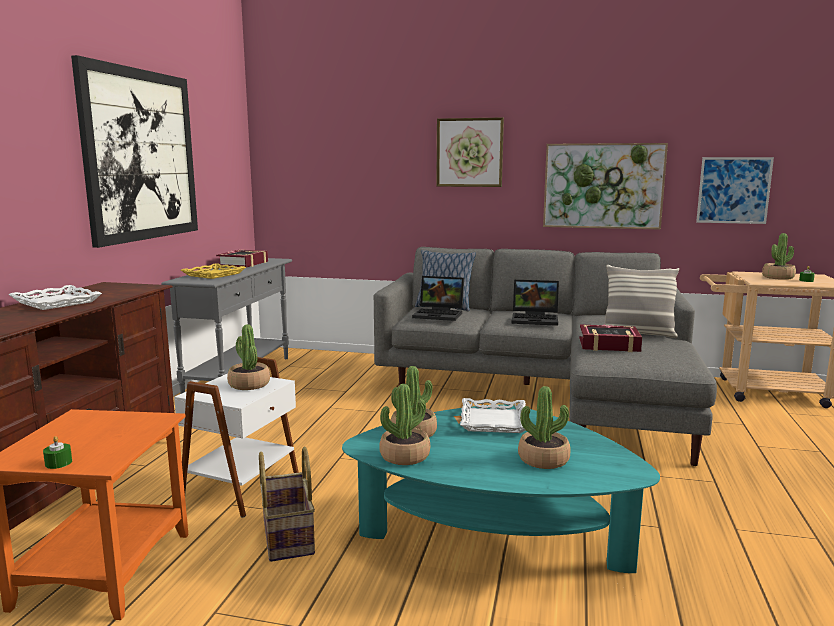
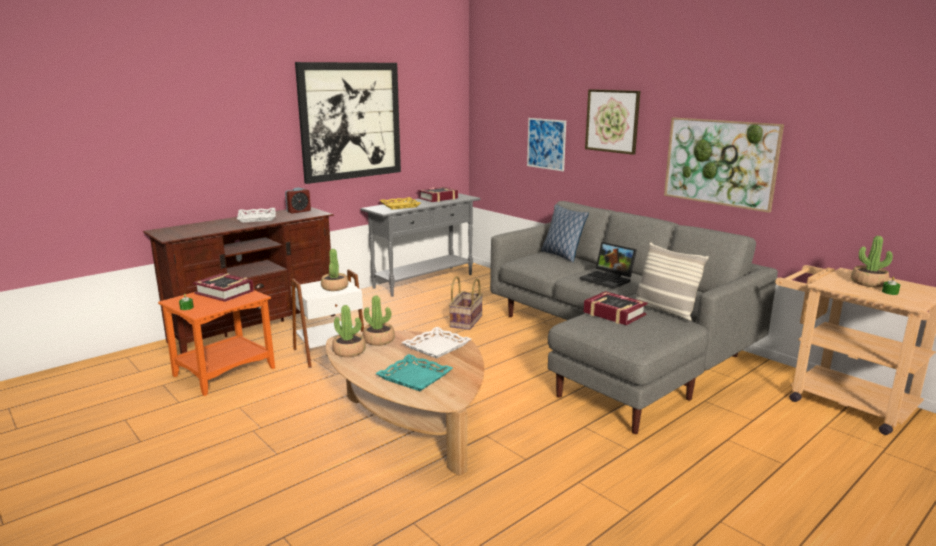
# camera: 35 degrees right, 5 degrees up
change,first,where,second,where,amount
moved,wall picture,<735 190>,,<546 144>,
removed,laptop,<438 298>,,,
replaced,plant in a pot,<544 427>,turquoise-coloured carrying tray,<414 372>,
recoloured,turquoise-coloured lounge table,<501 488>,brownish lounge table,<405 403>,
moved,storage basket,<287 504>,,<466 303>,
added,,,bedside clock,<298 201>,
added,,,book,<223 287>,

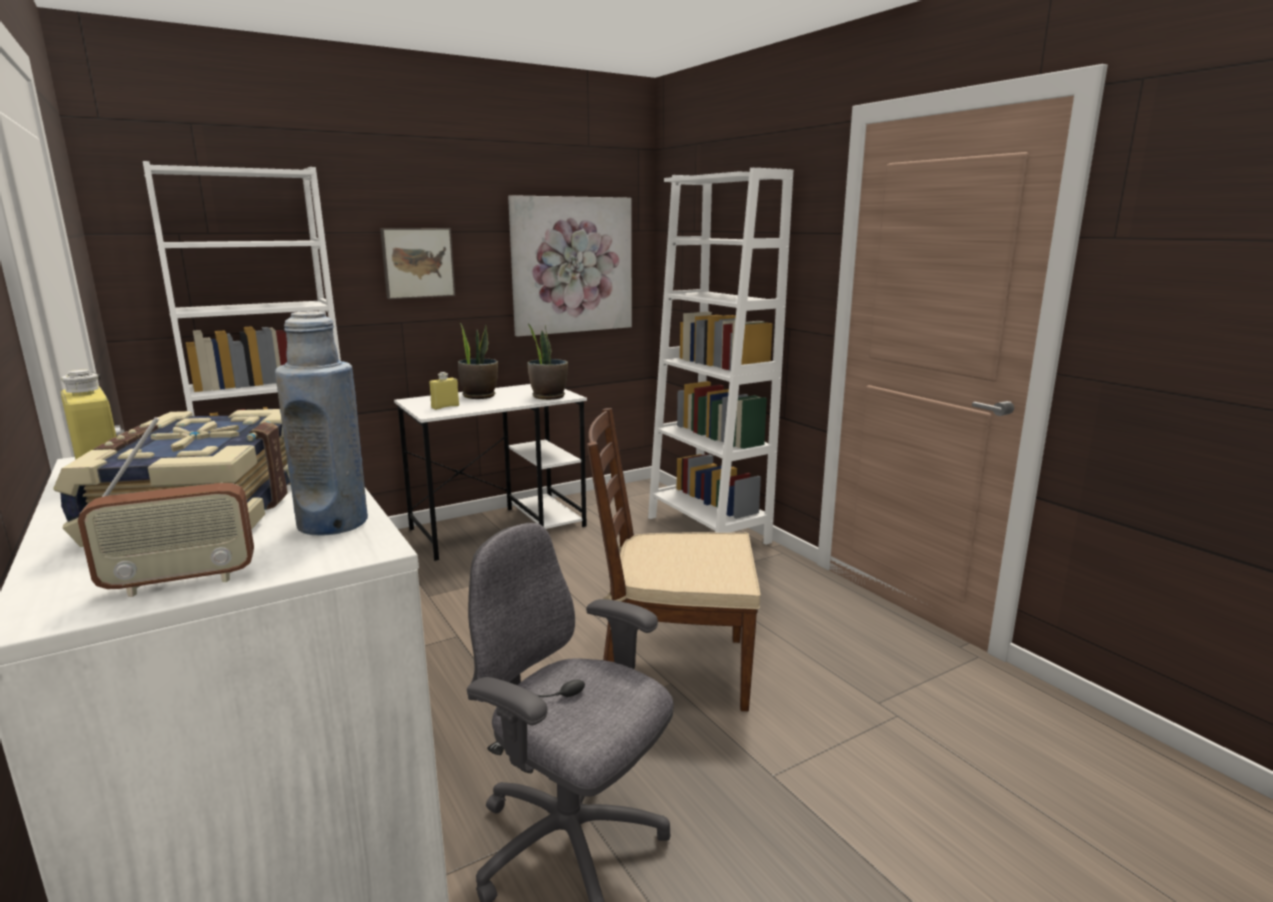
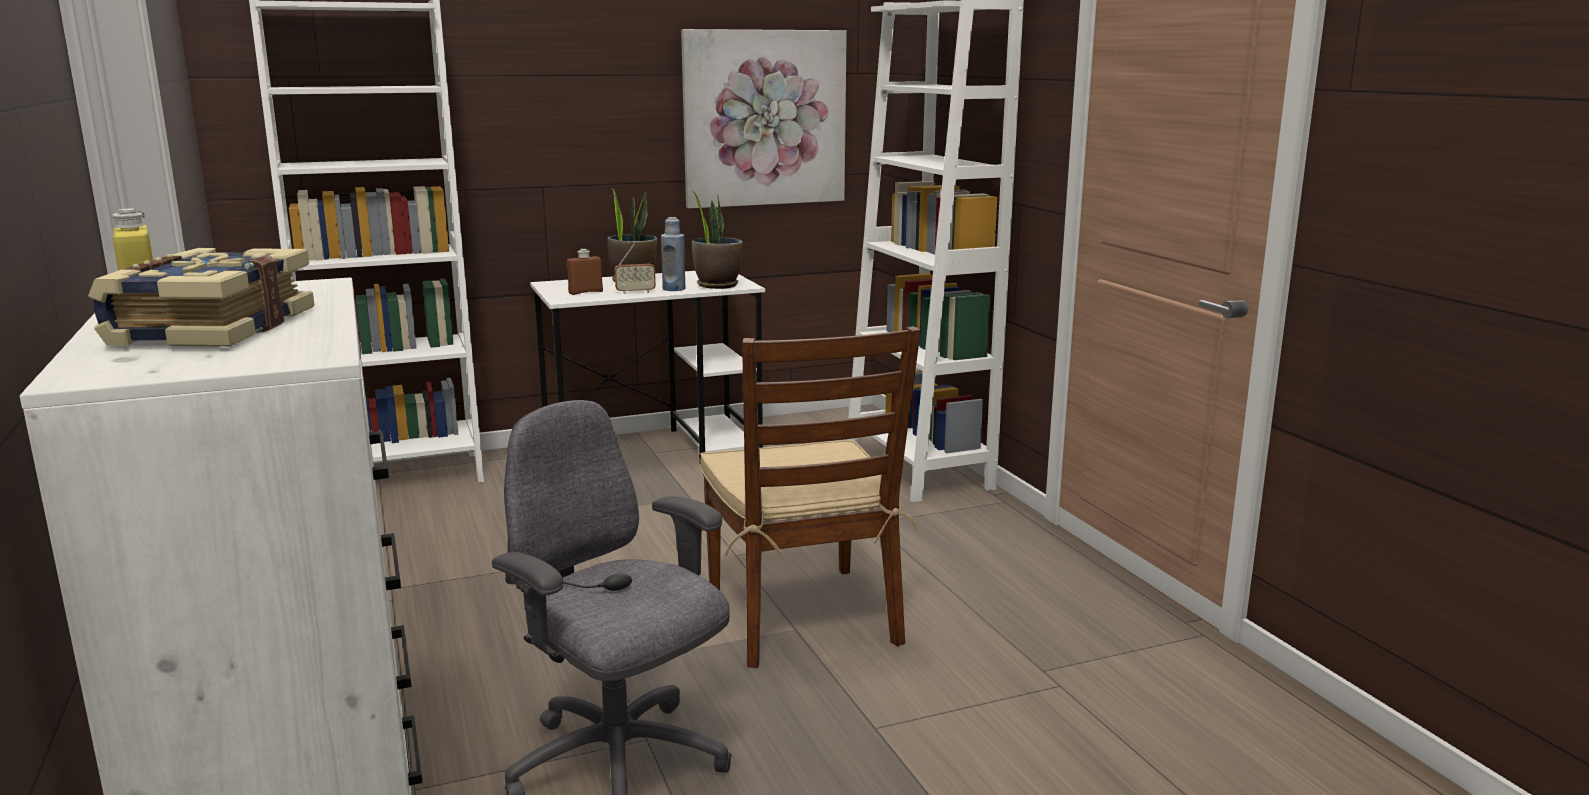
# camera: 10 degrees right, 0 degrees up
change,first,where,second,where,amount
removed,wall picture,<417 263>,,,
moved,blue beverage bottle,<321 423>,,<673 254>,
recoloured,yellowish beverage bottle,<444 391>,brownish beverage bottle,<585 272>,
turned,brownish plain chair,<674 559>,,<810 497>,120 degrees counterclockwise
moved,radio receiver,<166 507>,,<635 269>,

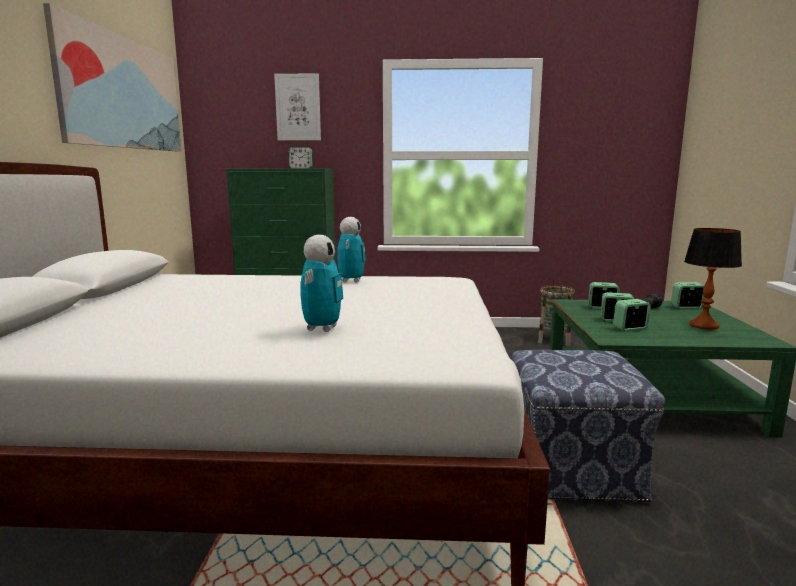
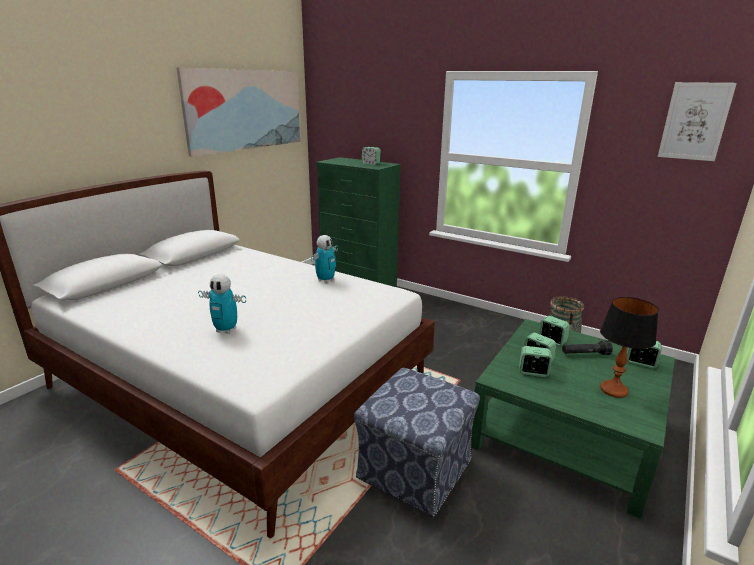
# camera: 30 degrees right, 10 degrees up
change,first,where,second,where,amount
moved,wall picture,<297 107>,,<697 121>,
turned,robot figure,<321 283>,,<222 304>,60 degrees clockwise

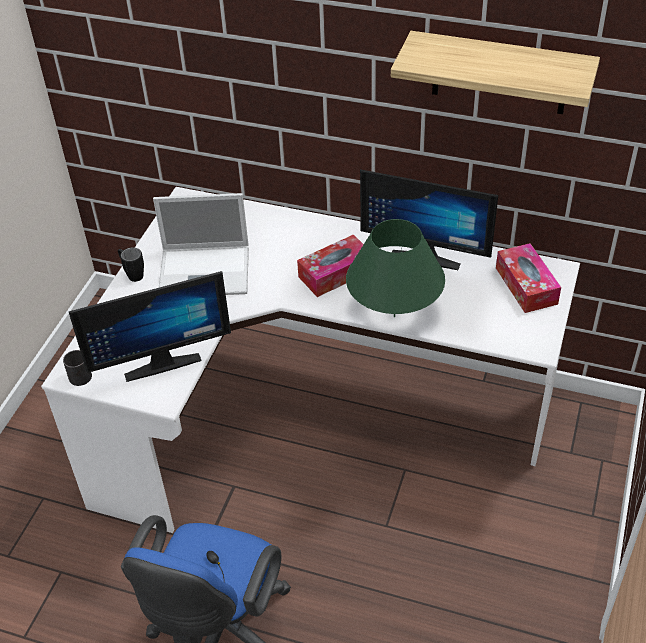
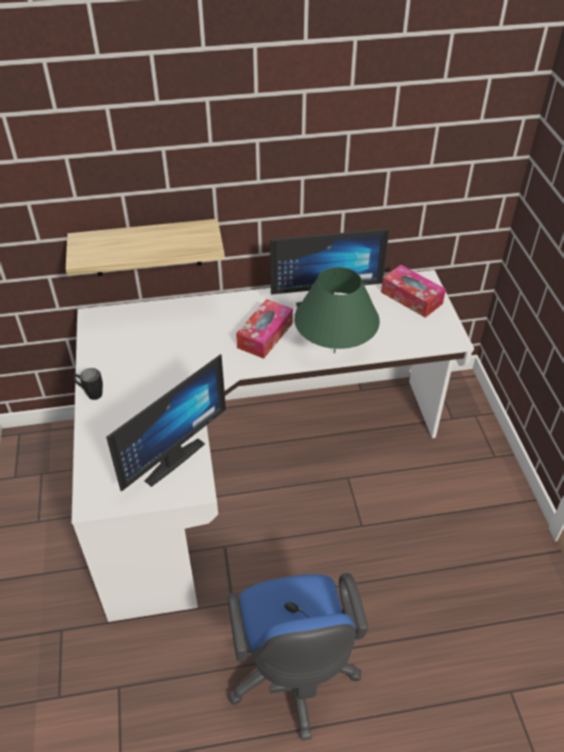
# camera: 30 degrees left, 0 degrees up
change,first,where,second,where,amount
moved,shelf,<495 72>,,<145 247>,
removed,laptop,<201 244>,,,
removed,black-coloured tea mug,<77 368>,,,

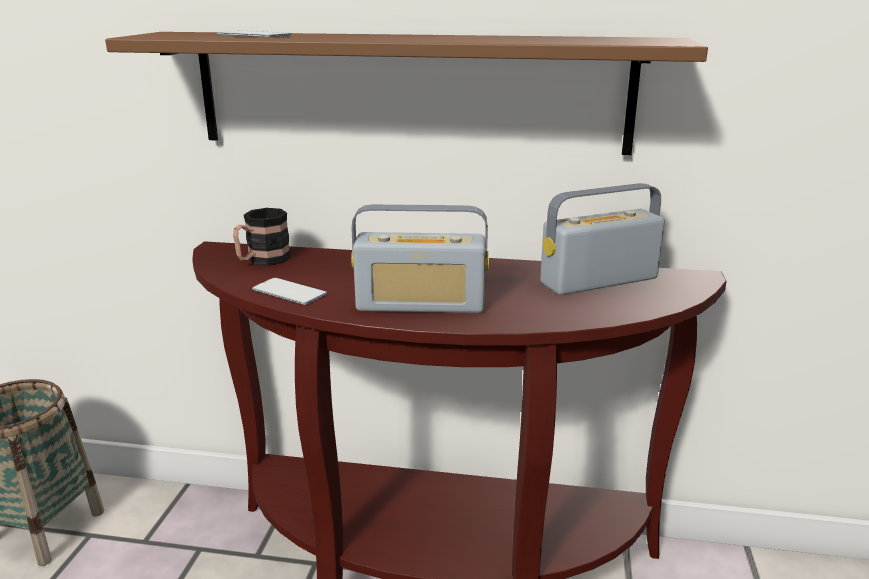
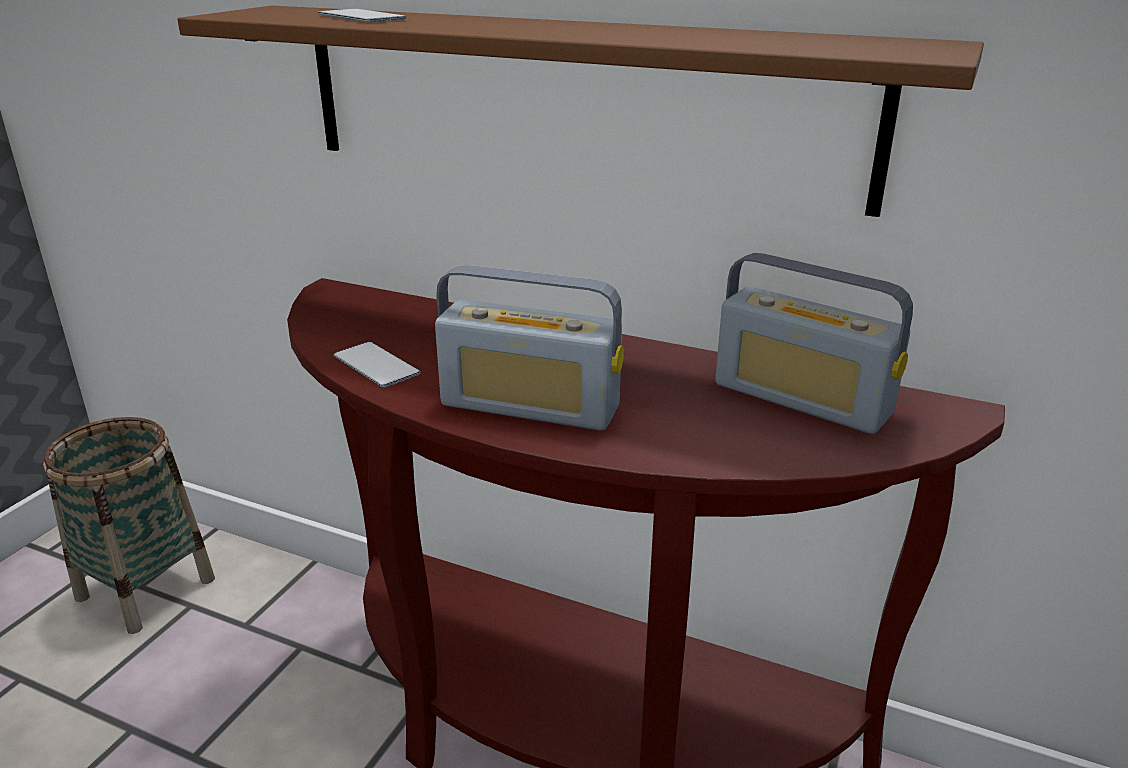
# camera: 15 degrees right, 5 degrees up
change,first,where,second,where,amount
turned,radio receiver,<602 239>,,<814 343>,135 degrees counterclockwise
removed,tea mug,<262 237>,,,

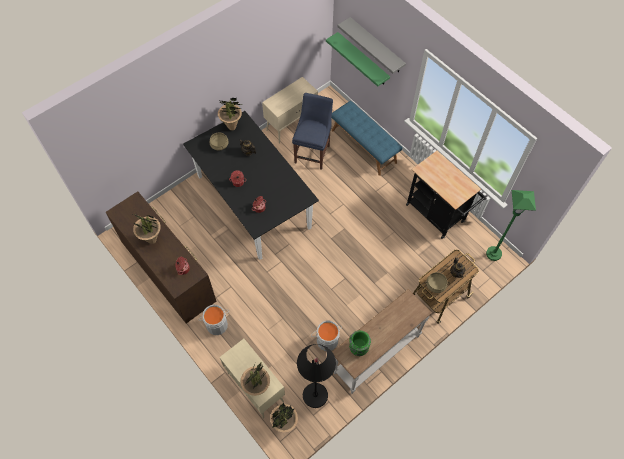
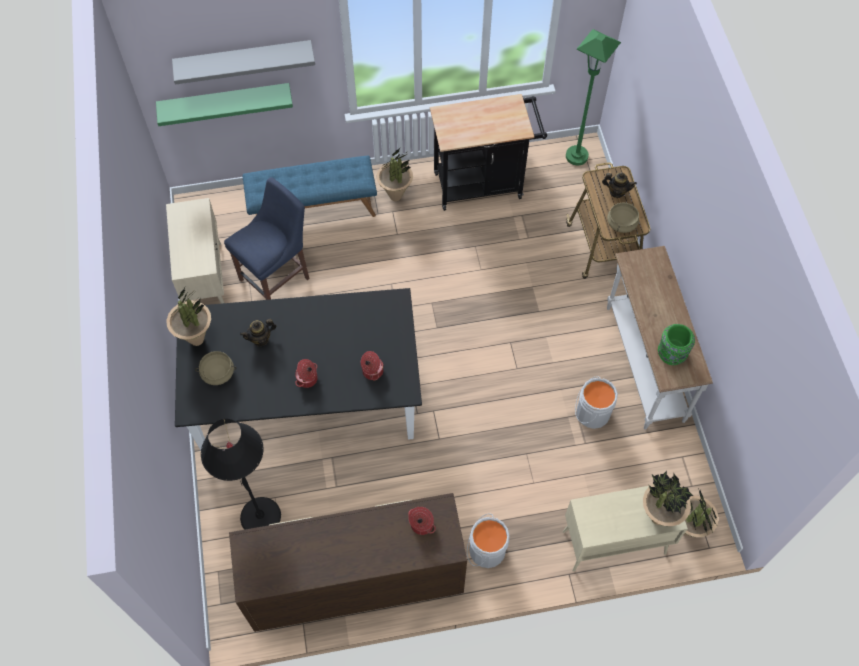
# camera: 60 degrees left, 0 degrees up
change,first,where,second,where,amount
turned,blue plain chair,<312 131>,,<266 238>,90 degrees clockwise
moved,plant in a pot,<147 229>,,<395 175>,
moved,black-coloured standard lamp,<316 376>,,<241 474>,

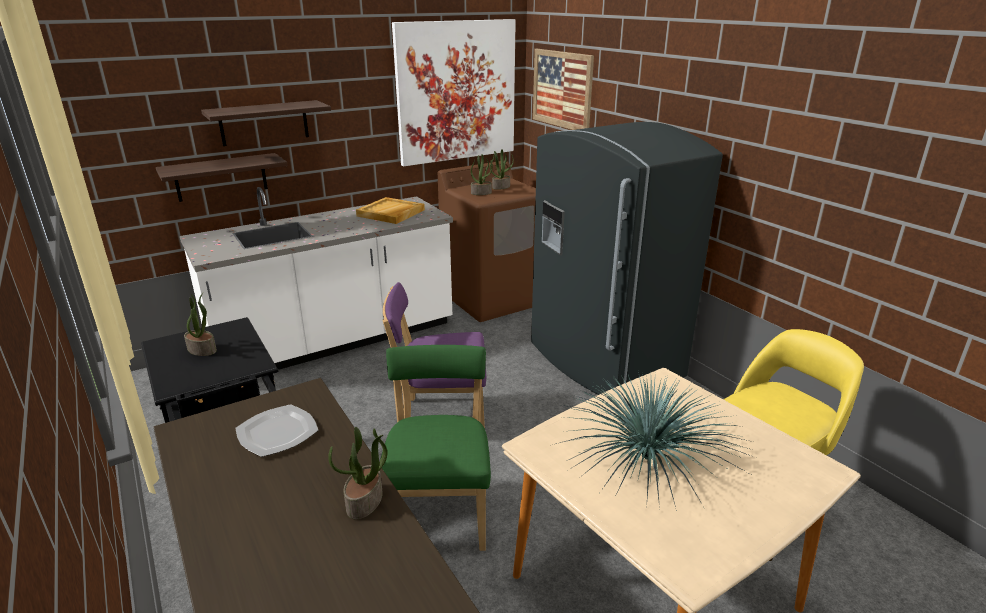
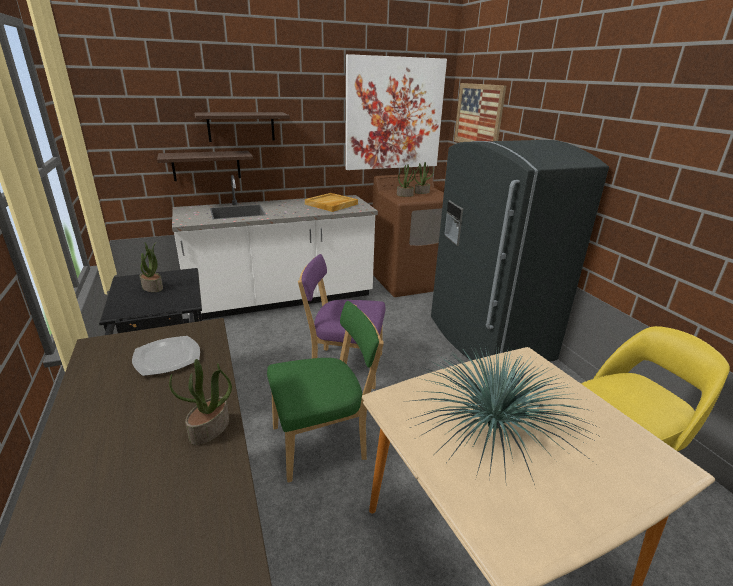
# camera: 10 degrees right, 0 degrees up
change,first,where,second,where,amount
turned,greenish plain chair,<435 448>,,<325 392>,60 degrees clockwise

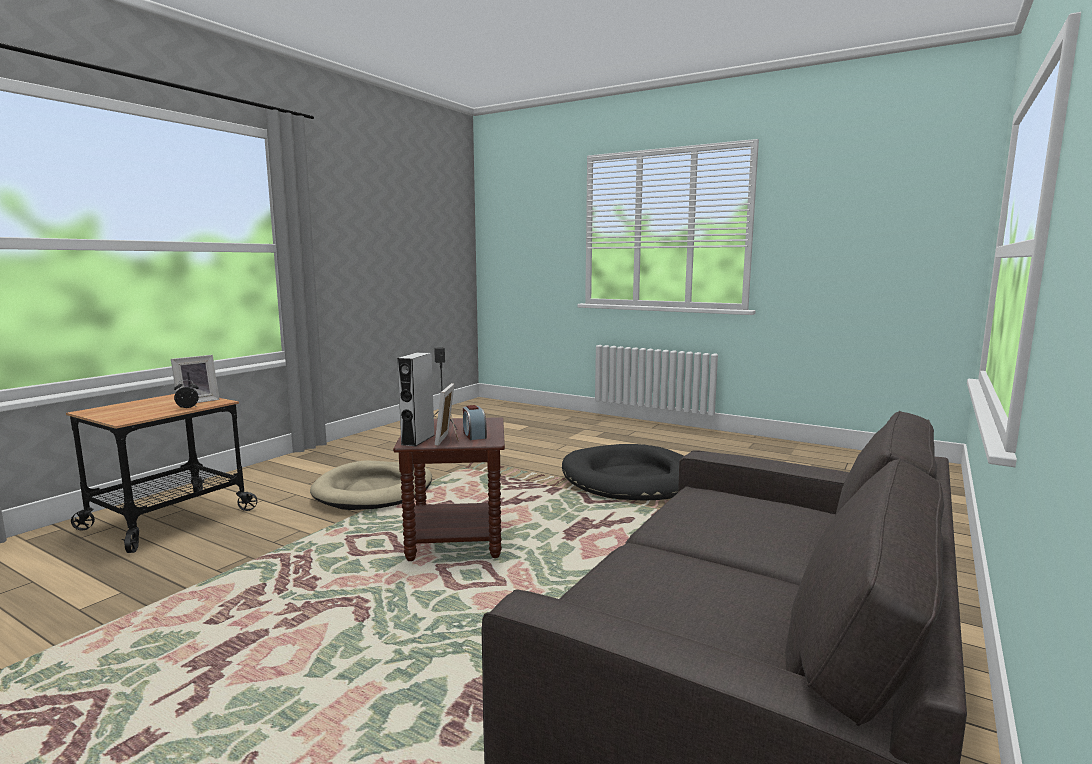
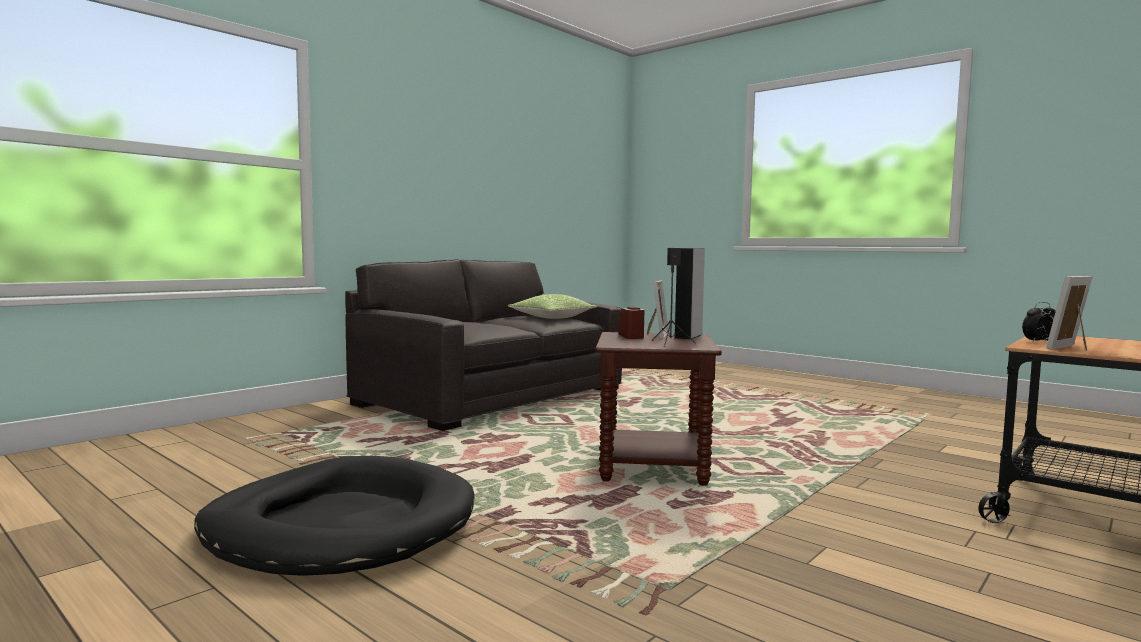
# camera: 170 degrees left, 5 degrees down
change,first,where,second,where,amount
removed,beige-coloured dog bed,<371 485>,,,
added,,,cushion,<552 306>,

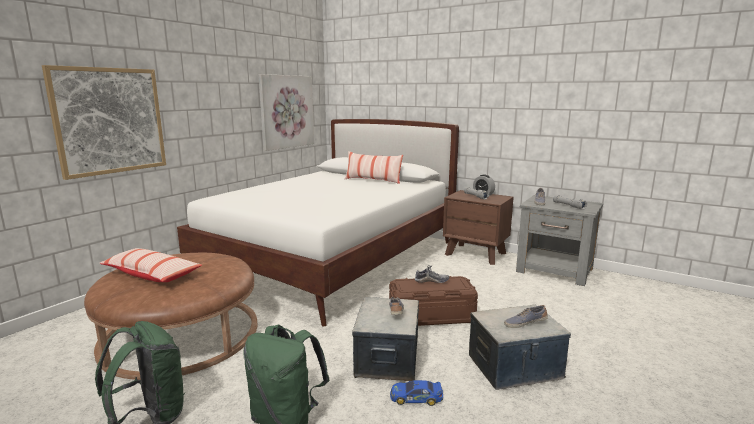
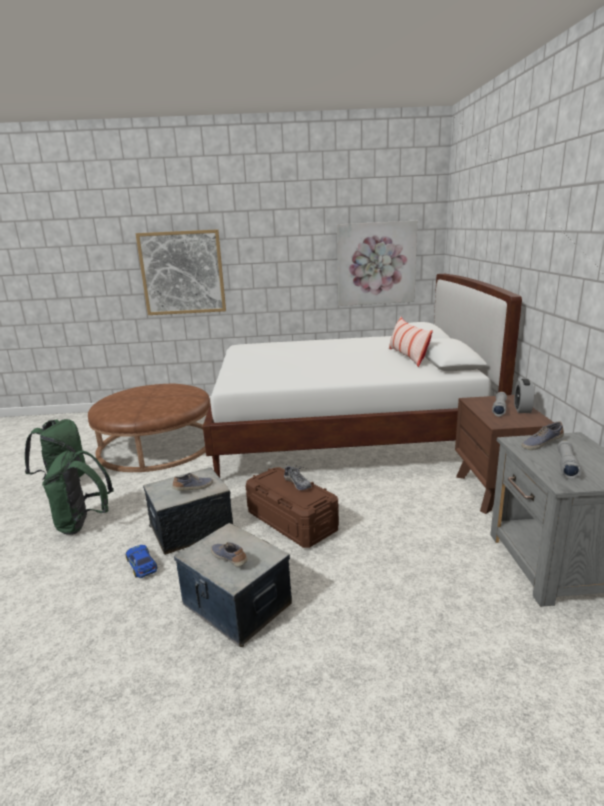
# camera: 55 degrees right, 5 degrees up
change,first,where,second,where,amount
removed,cushion,<150 265>,,,

